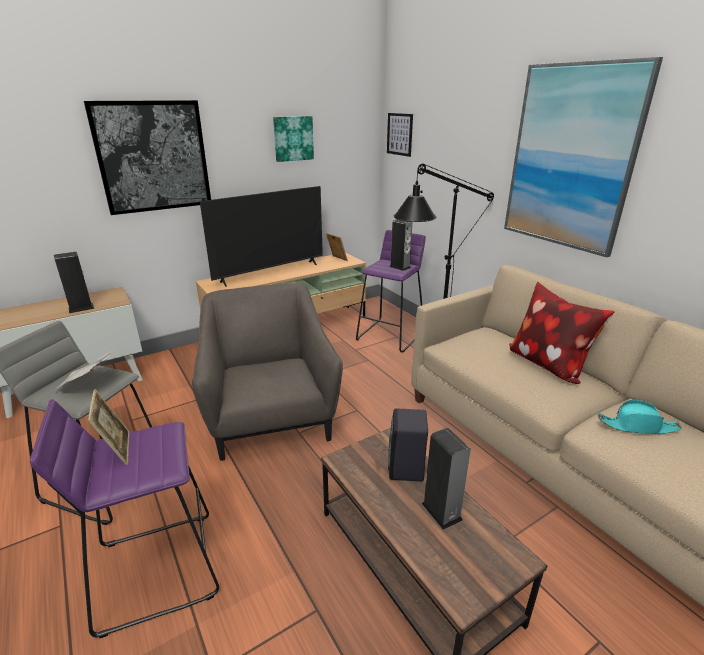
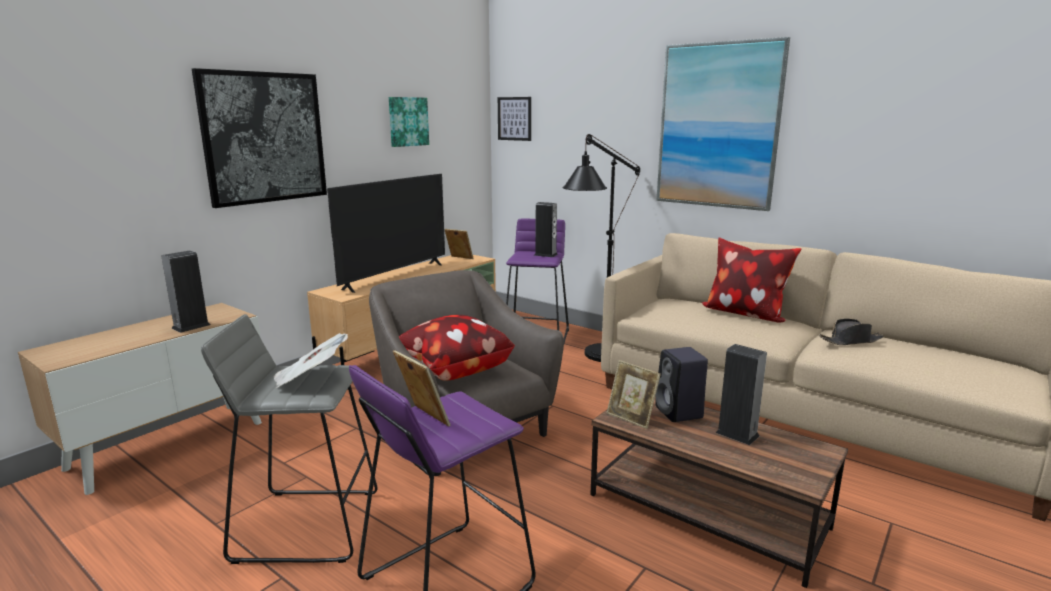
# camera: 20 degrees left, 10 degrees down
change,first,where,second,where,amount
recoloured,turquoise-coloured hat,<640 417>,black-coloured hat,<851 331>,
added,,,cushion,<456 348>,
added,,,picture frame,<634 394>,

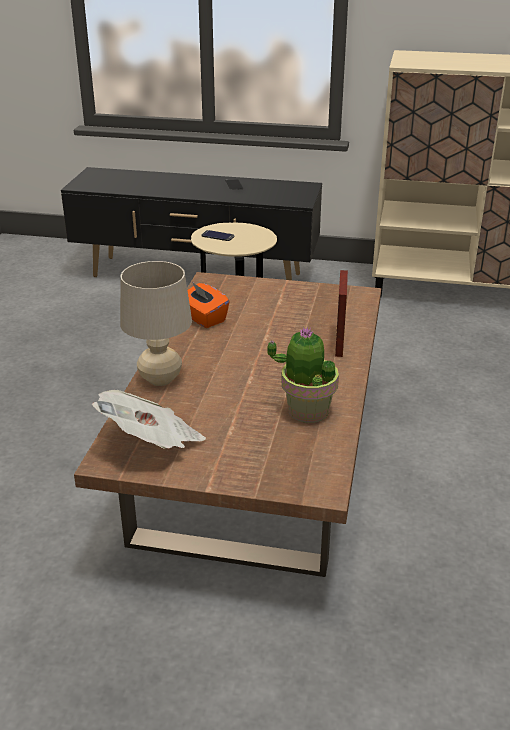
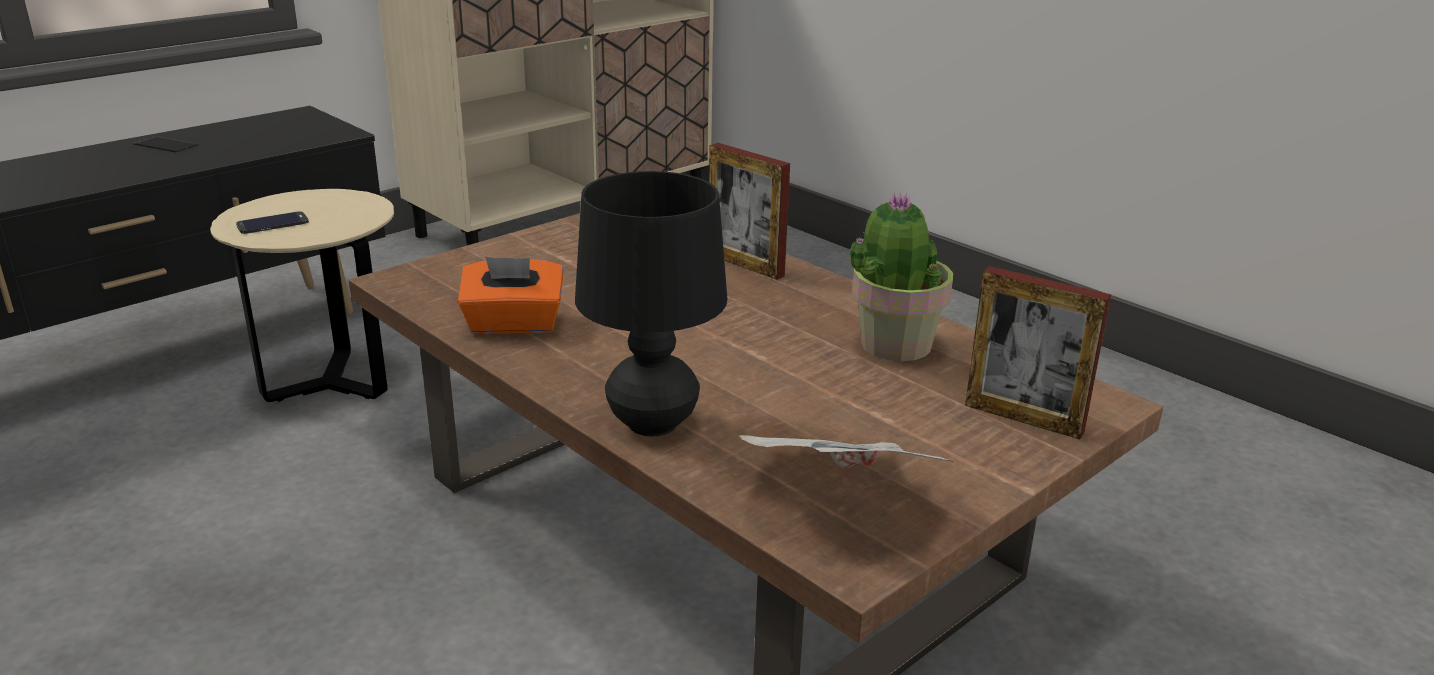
# camera: 55 degrees left, 5 degrees down
change,first,where,second,where,amount
recoloured,beige-coloured table lamp,<156 323>,black-coloured table lamp,<651 303>,
added,,,picture frame,<1038 352>,

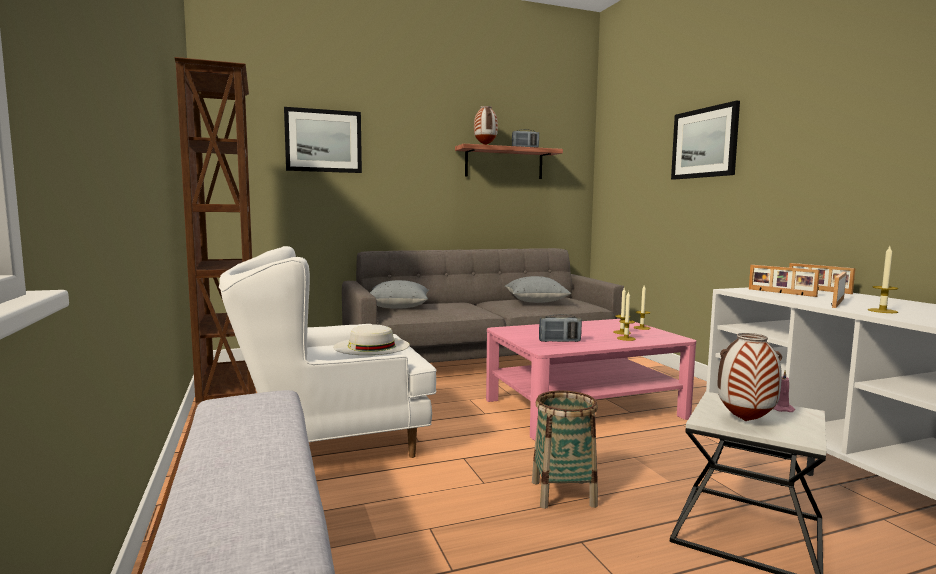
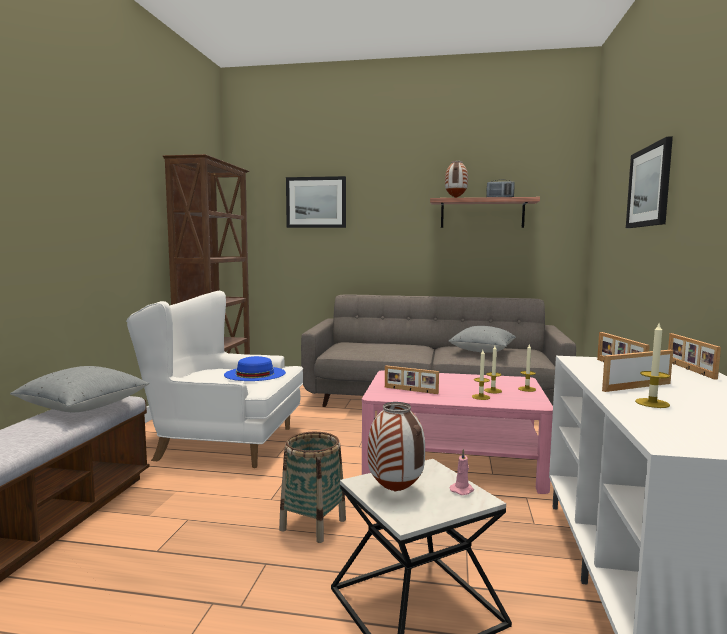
# camera: 30 degrees right, 0 degrees up
change,first,where,second,where,amount
moved,greyish cushion,<399 294>,,<79 389>,
replaced,radio receiver,<560 328>,picture frame,<412 380>,
recoloured,whitish hat,<371 340>,blue hat,<255 368>,

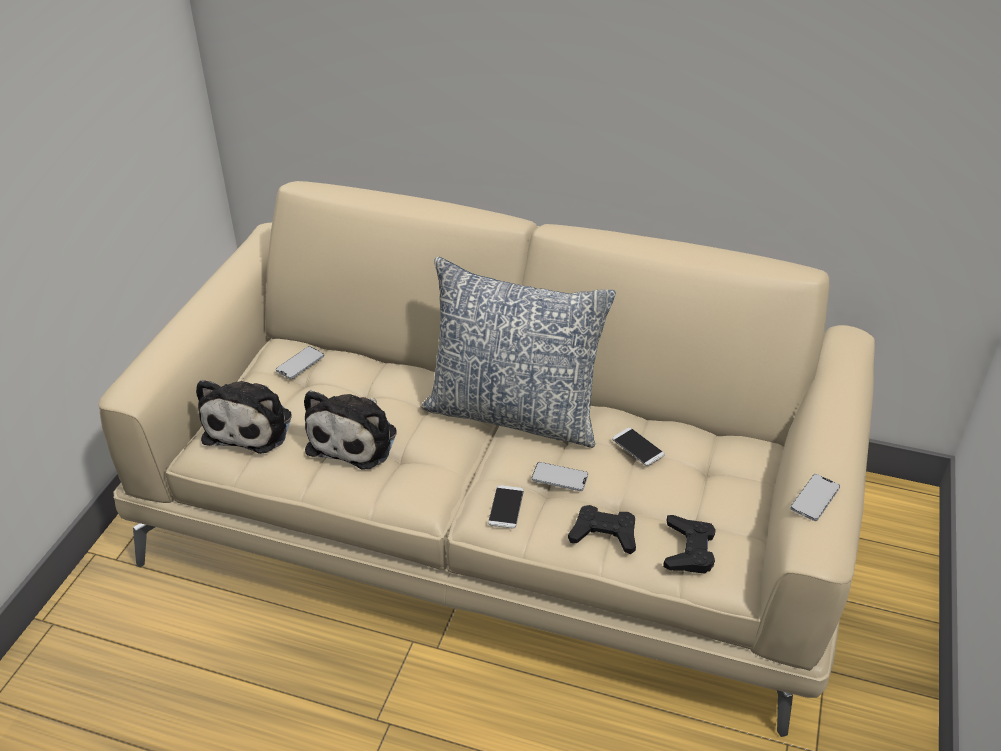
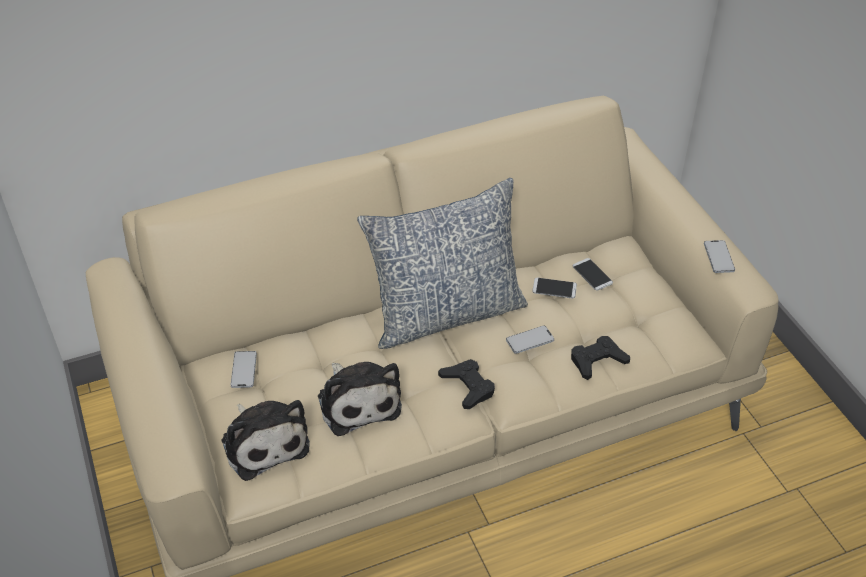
# camera: 40 degrees left, 5 degrees up
change,first,where,second,where,amount
moved,handset,<506 507>,,<593 274>,
moved,black-coloured joypad,<689 544>,,<466 384>,

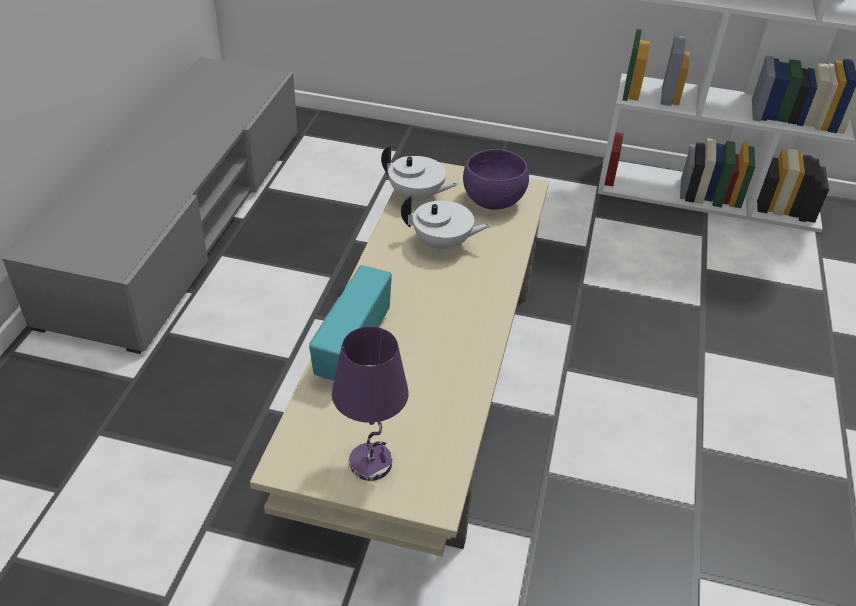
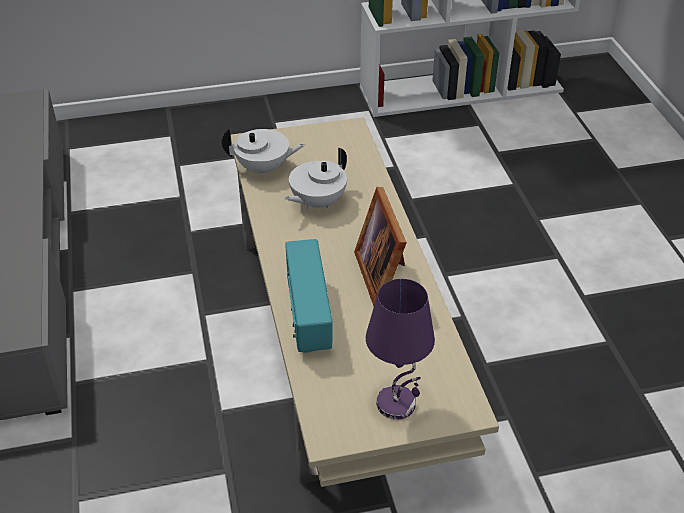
# camera: 25 degrees left, 0 degrees up
change,first,where,second,where,amount
removed,purple-coloured deep dish,<496 179>,,,
turned,whitish tea pot,<446 224>,,<316 178>,150 degrees clockwise
added,,,picture frame,<380 246>,

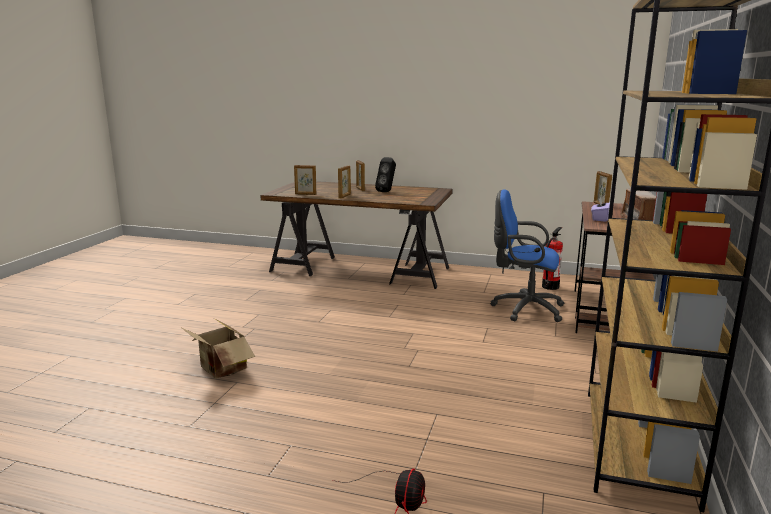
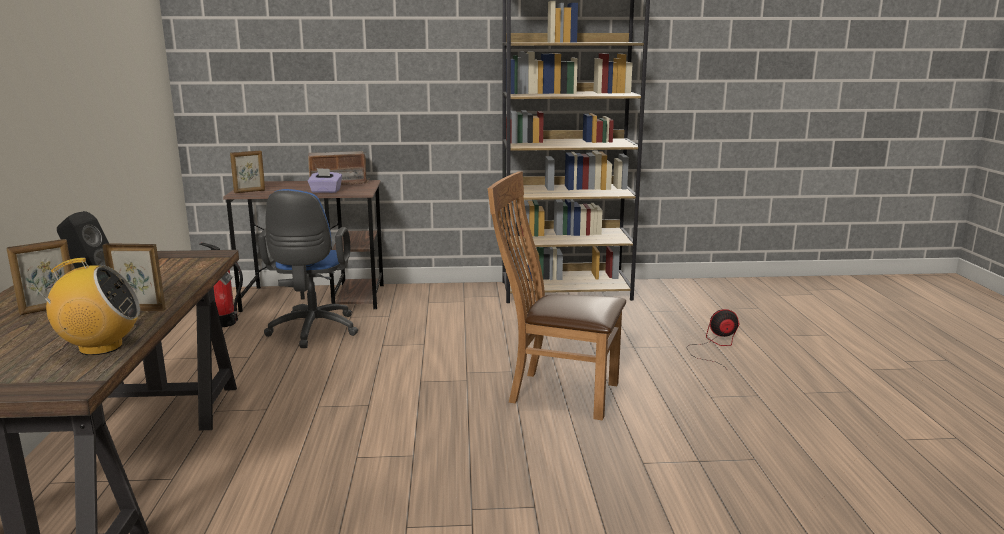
# camera: 110 degrees left, 0 degrees up
change,first,where,second,where,amount
replaced,picture frame,<305 180>,radio receiver,<86 307>,
removed,cardboard box,<218 349>,,,
added,,,brownish plain chair,<557 295>,

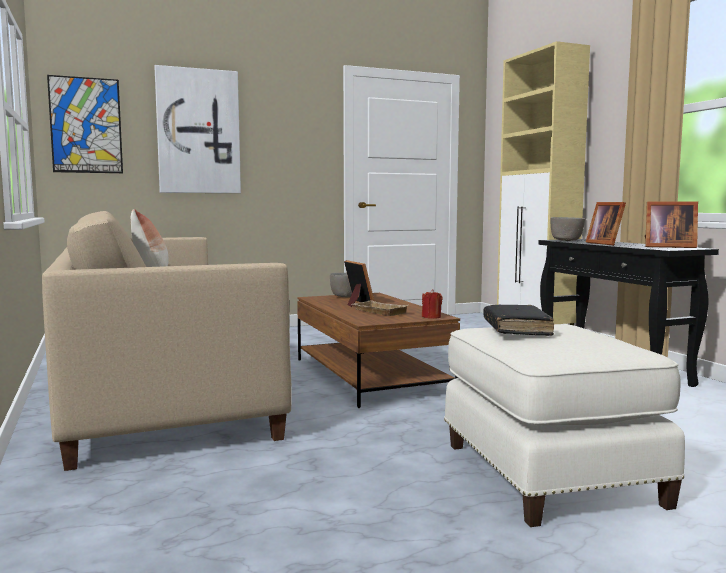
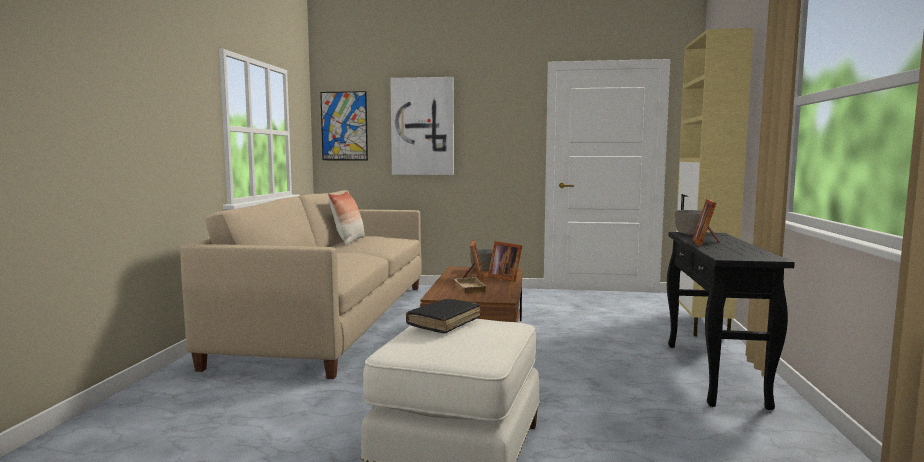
# camera: 30 degrees right, 0 degrees up
change,first,where,second,where,amount
moved,picture frame,<671 224>,,<505 261>,
removed,red-coloured wax candle,<432 304>,,,

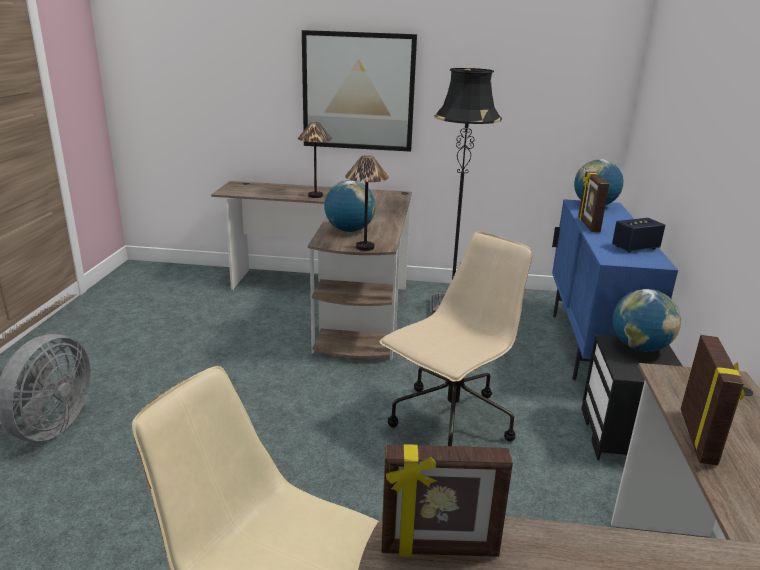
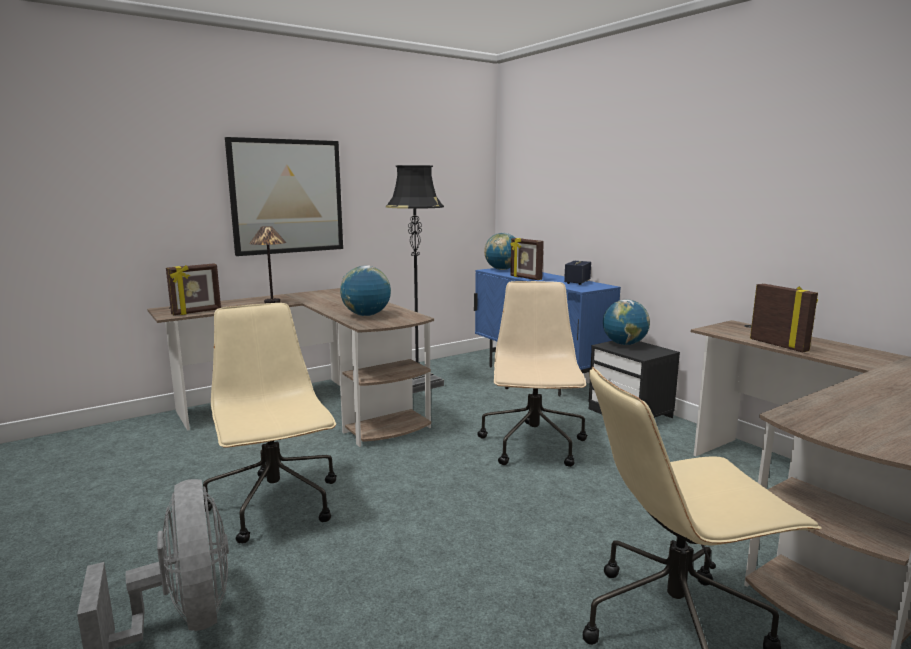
# camera: 40 degrees left, 10 degrees down
change,first,where,second,where,amount
removed,table lamp,<367 203>,,,
moved,picture frame,<447 500>,,<193 289>,
added,,,beige-coloured desk chair,<270 423>,

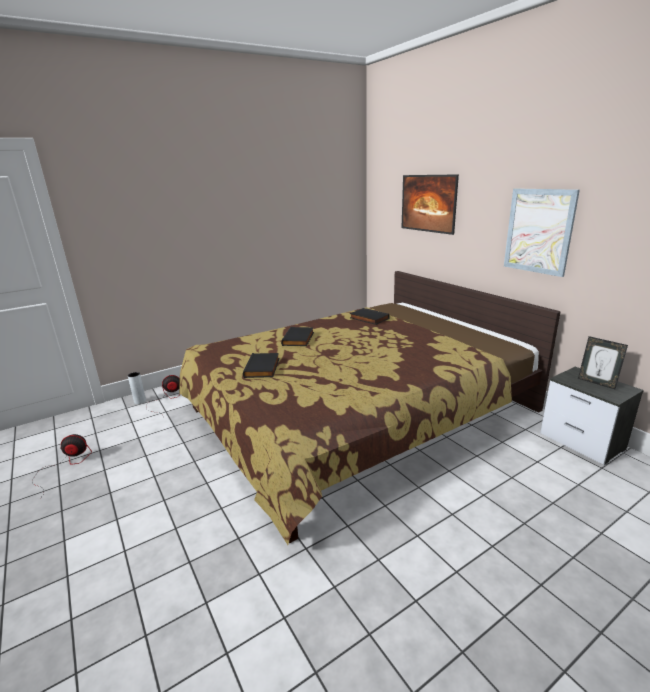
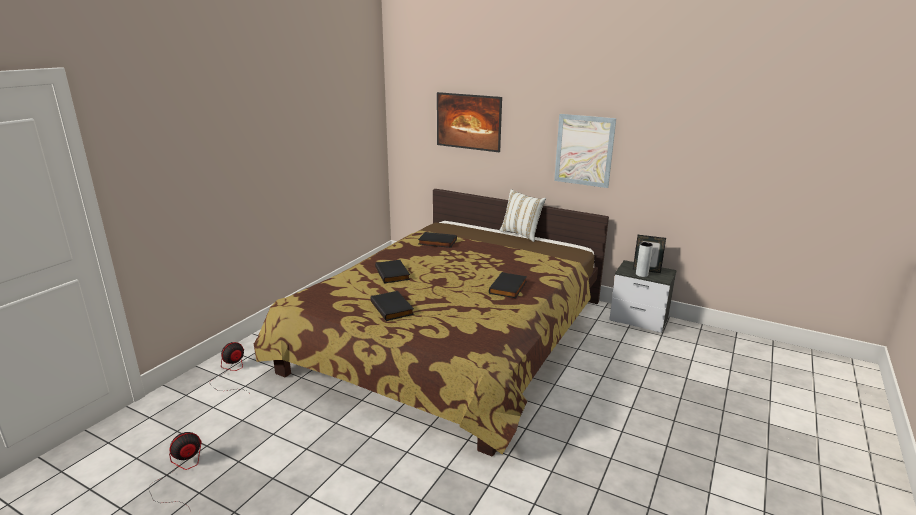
# camera: 30 degrees left, 0 degrees up
change,first,where,second,where,amount
moved,greyish decorative vase,<137 388>,,<644 259>,
added,,,whitish cushion,<523 215>,
added,,,black-coloured book,<508 285>,

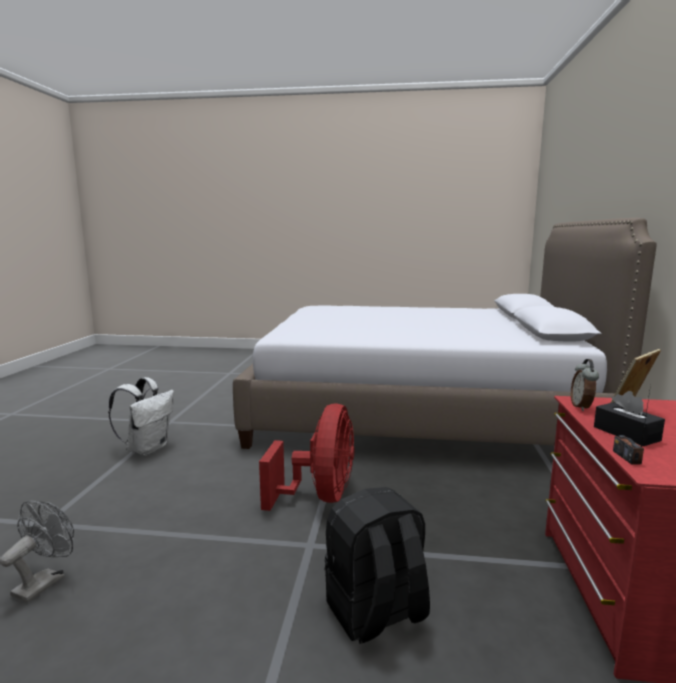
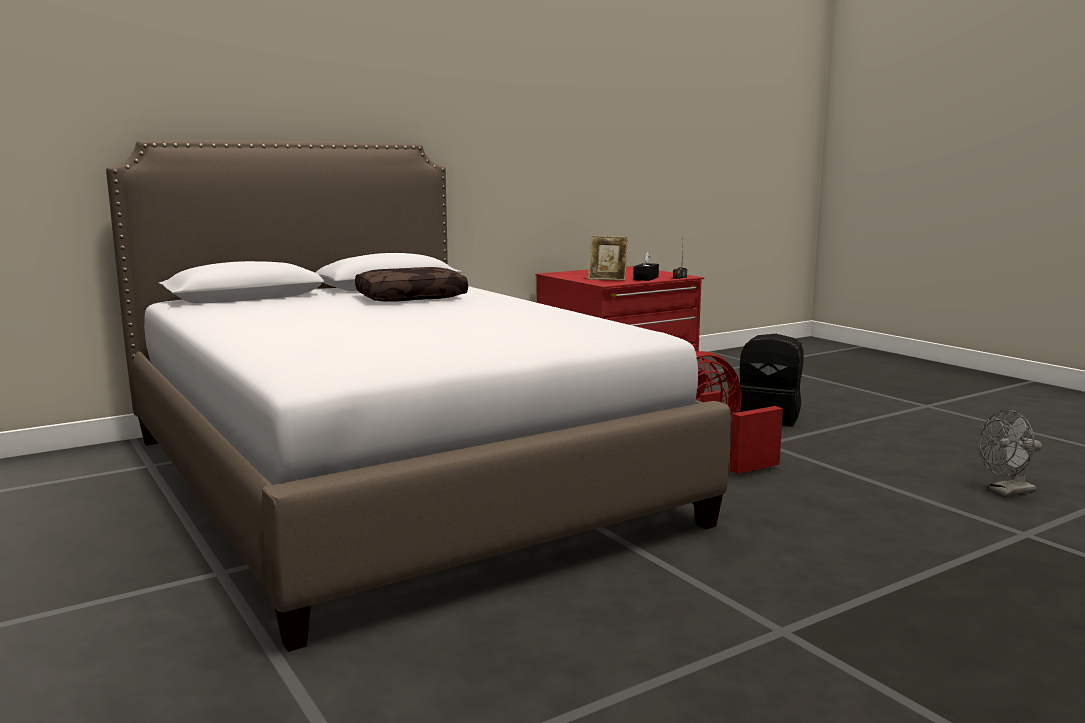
# camera: 130 degrees left, 0 degrees up
change,first,where,second,where,amount
removed,bedside clock,<585 385>,,,
removed,whitish backpack,<141 416>,,,
added,,,brownish cushion,<411 284>,

